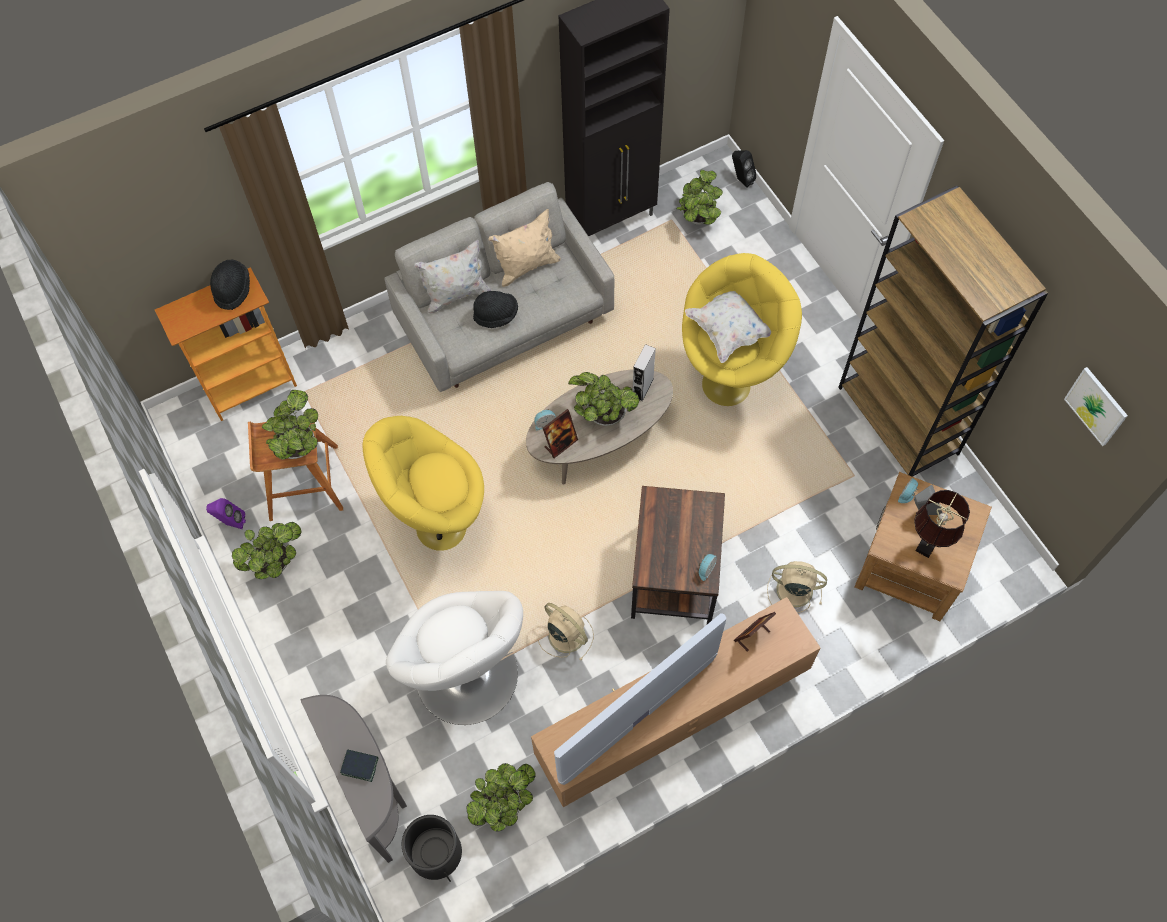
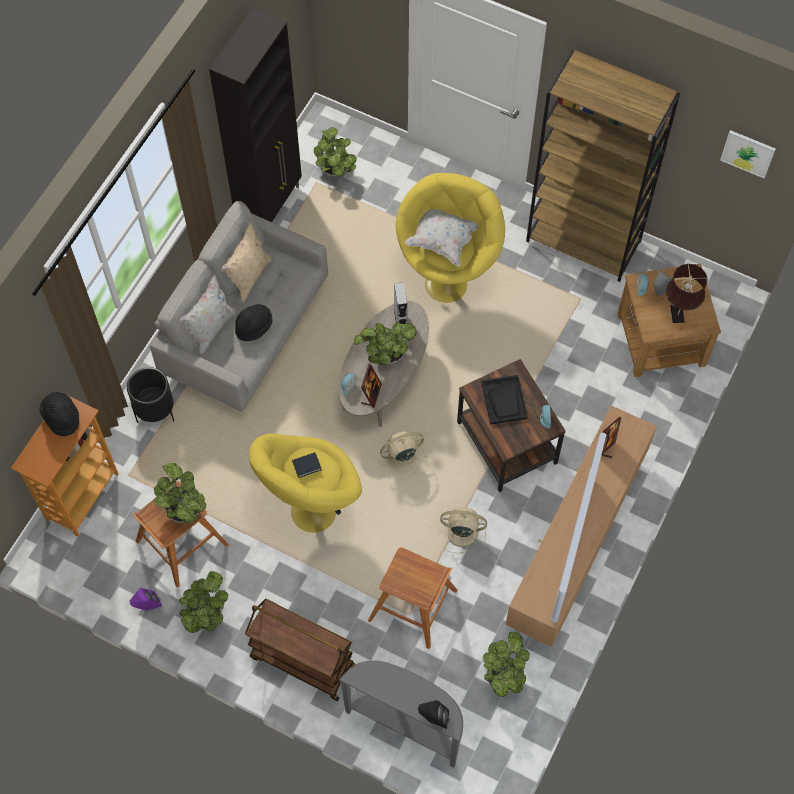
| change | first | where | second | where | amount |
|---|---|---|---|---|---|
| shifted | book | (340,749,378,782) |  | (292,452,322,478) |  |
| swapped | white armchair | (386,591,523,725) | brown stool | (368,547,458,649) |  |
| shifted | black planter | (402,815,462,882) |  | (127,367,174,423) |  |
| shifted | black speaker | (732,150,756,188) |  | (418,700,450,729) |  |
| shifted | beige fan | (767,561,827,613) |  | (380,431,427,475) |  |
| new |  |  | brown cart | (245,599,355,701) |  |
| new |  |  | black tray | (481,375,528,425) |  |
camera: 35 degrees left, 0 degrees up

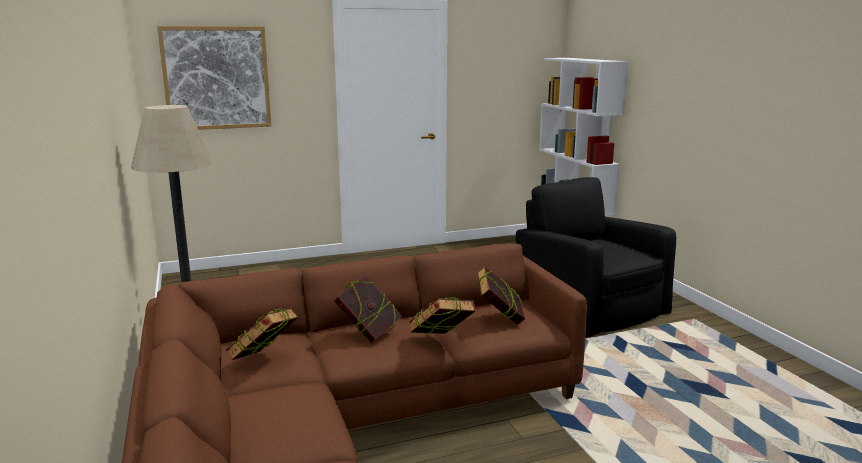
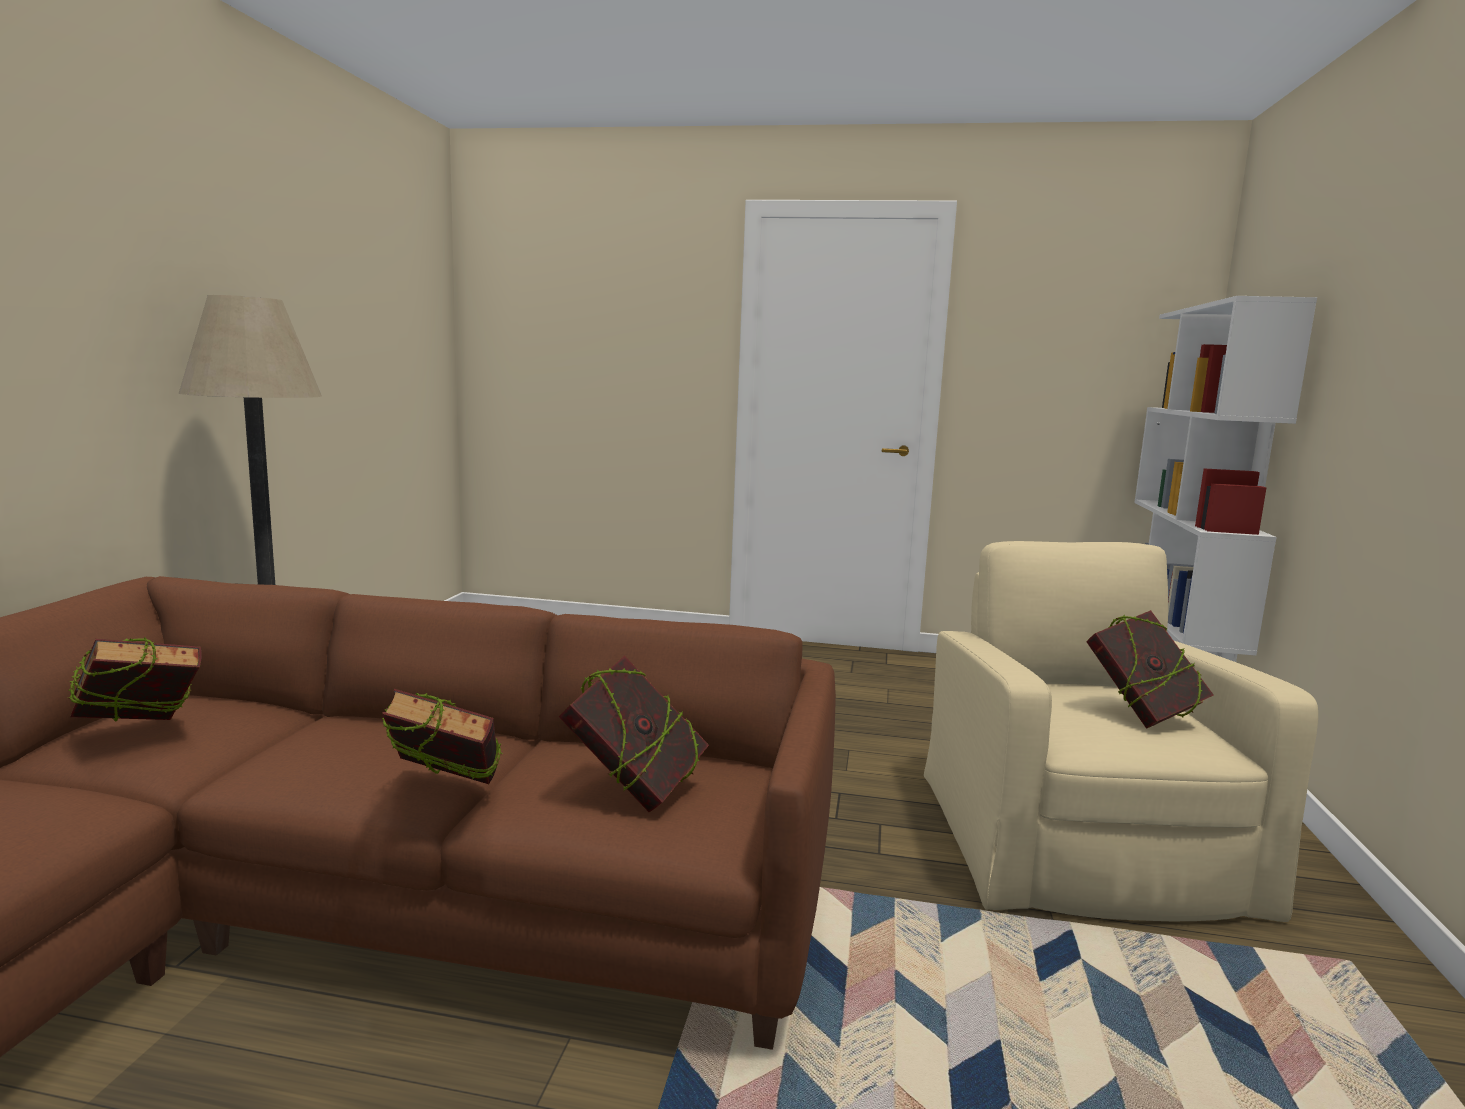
| change | first | where | second | where | amount |
|---|---|---|---|---|---|
| gone | picture | (157,26,271,130) |  |  |  |
| shifted | book | (334,275,402,344) |  | (1086,610,1214,729) |  |
| repainted | black armchair | (516,177,676,338) | beige armchair | (924,541,1318,922) |  |
camera: 30 degrees right, 5 degrees down

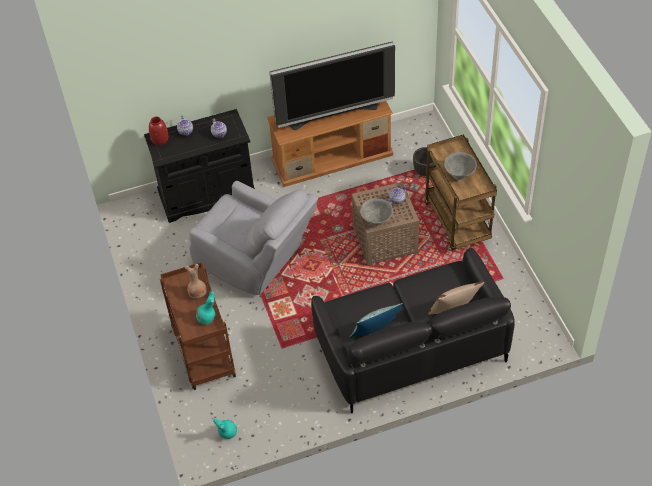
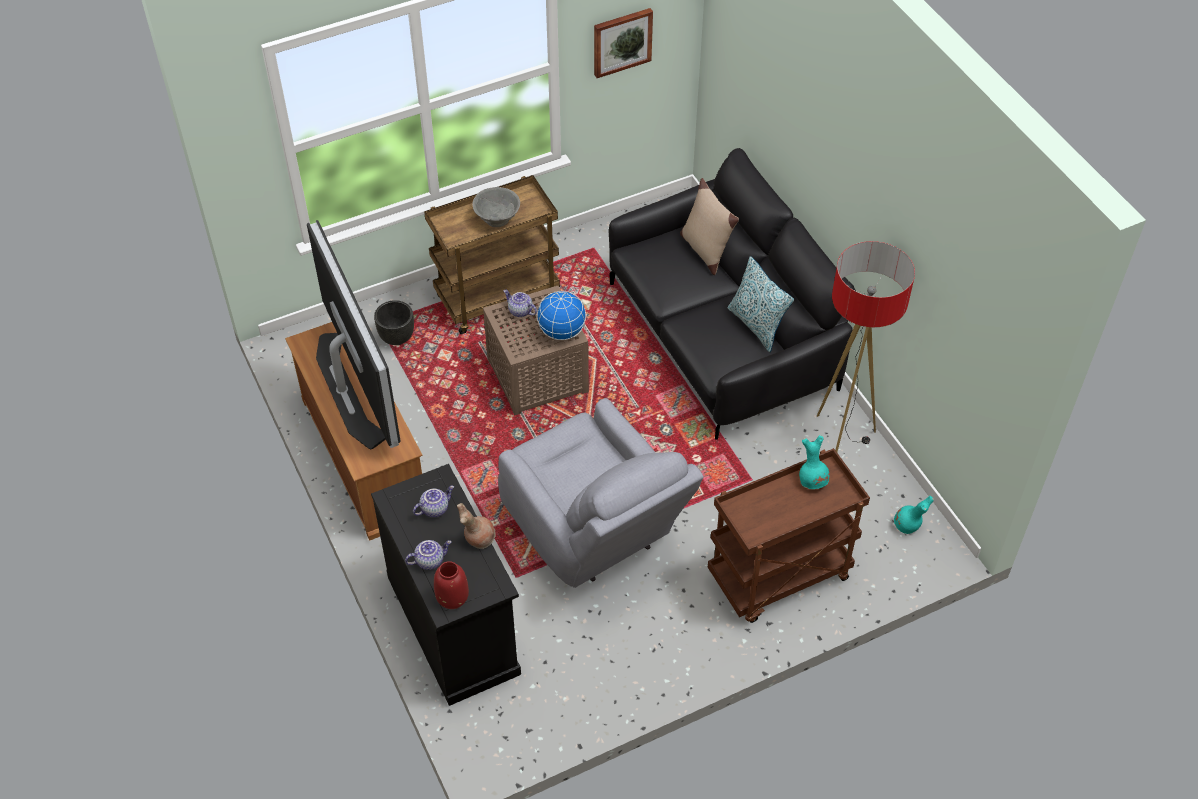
| change | first | where | second | where | amount |
|---|---|---|---|---|---|
| shifted | brown vase | (185,264,207,298) |  | (457,503,496,549) |  |
| rotated | grey armchair | (190,181,318,295) |  | (498,398,704,588) | 120 degrees clockwise |
| swapped | grey bowl | (360,198,393,225) | globe | (537,291,586,340) |  |
| new |  |  | picture | (594,8,653,78) |  |
| new |  |  | floor lamp | (817,241,915,452) |  |
camera: 100 degrees left, 0 degrees up

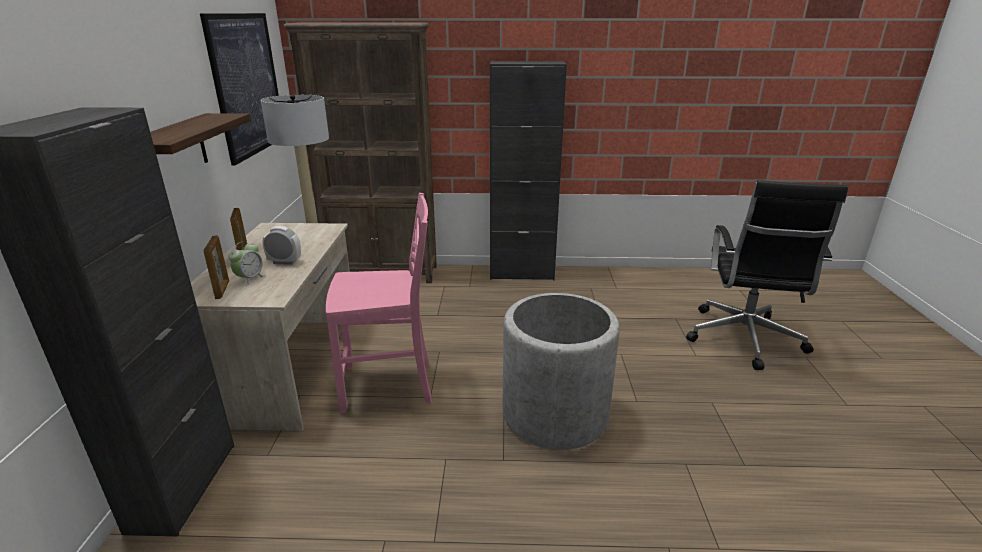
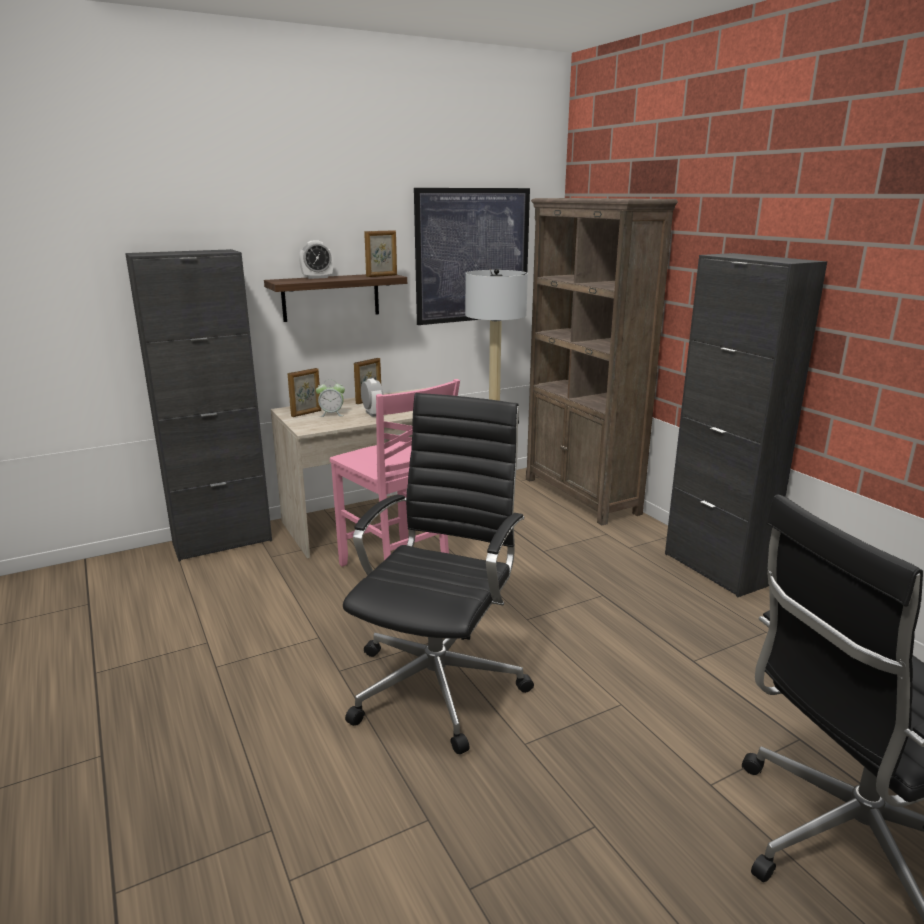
| change | first | where | second | where | amount |
|---|---|---|---|---|---|
| swapped | grey planter | (502,293,620,450) | black office chair | (343,393,534,754) |  |
| new |  |  | alarm clock | (299,240,333,279) |  |
| new |  |  | picture frame | (364,230,397,277) |  |
camera: 60 degrees right, 5 degrees down

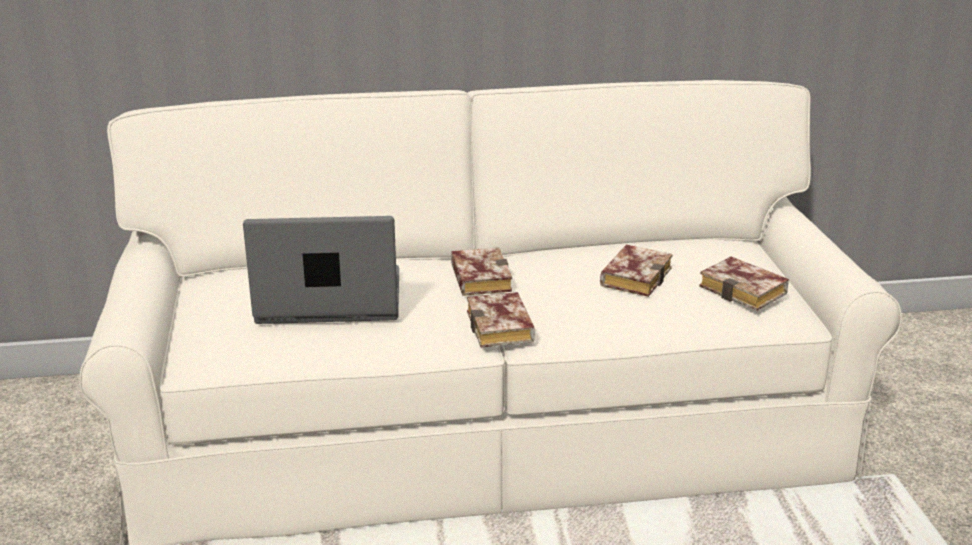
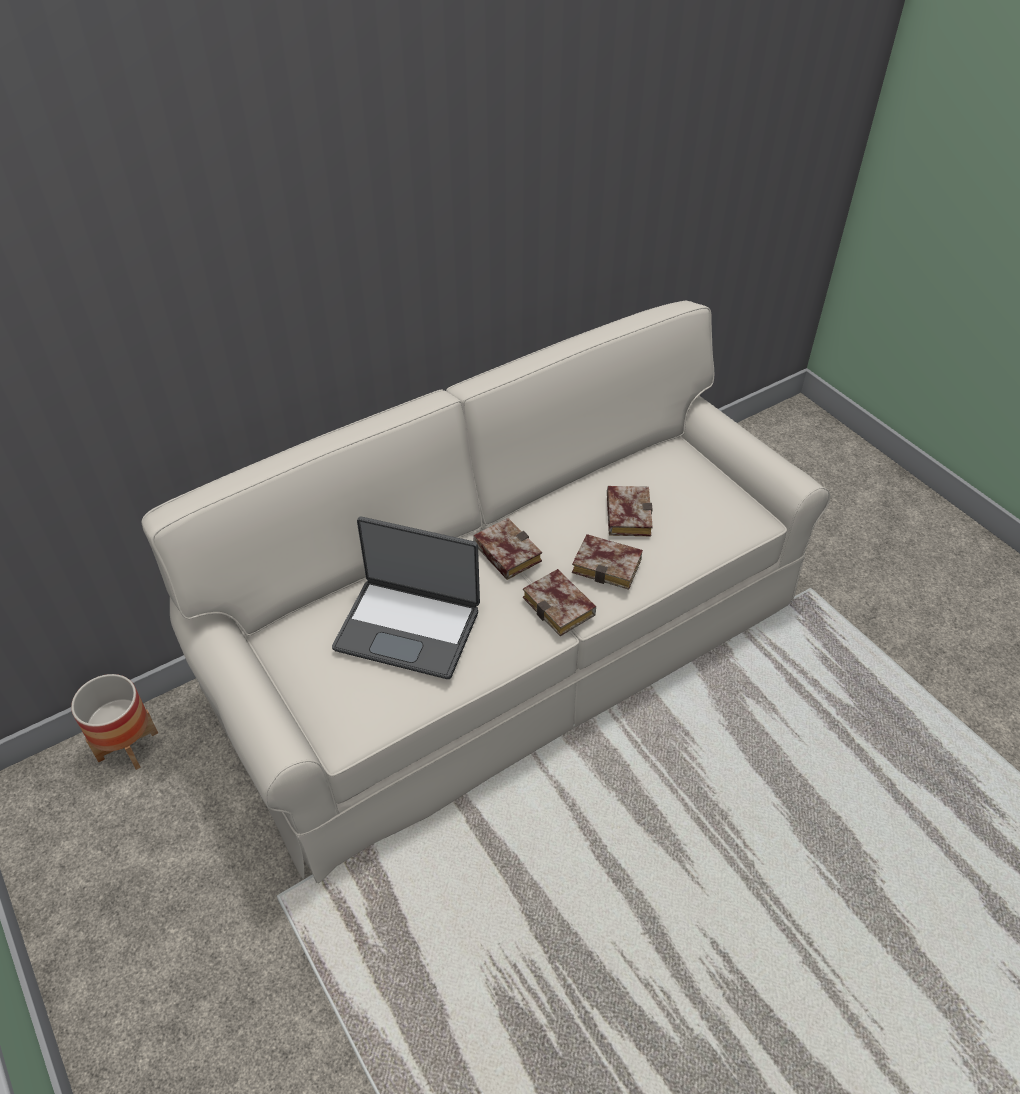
| change | first | where | second | where | amount |
|---|---|---|---|---|---|
| rotated | laptop | (243,216,399,324) |  | (332,516,480,679) | 135 degrees counterclockwise |
| shifted | book | (699,257,789,311) |  | (572,534,643,590) |  |
| new |  |  | planter | (71,674,158,770) |  |
camera: 25 degrees left, 20 degrees up

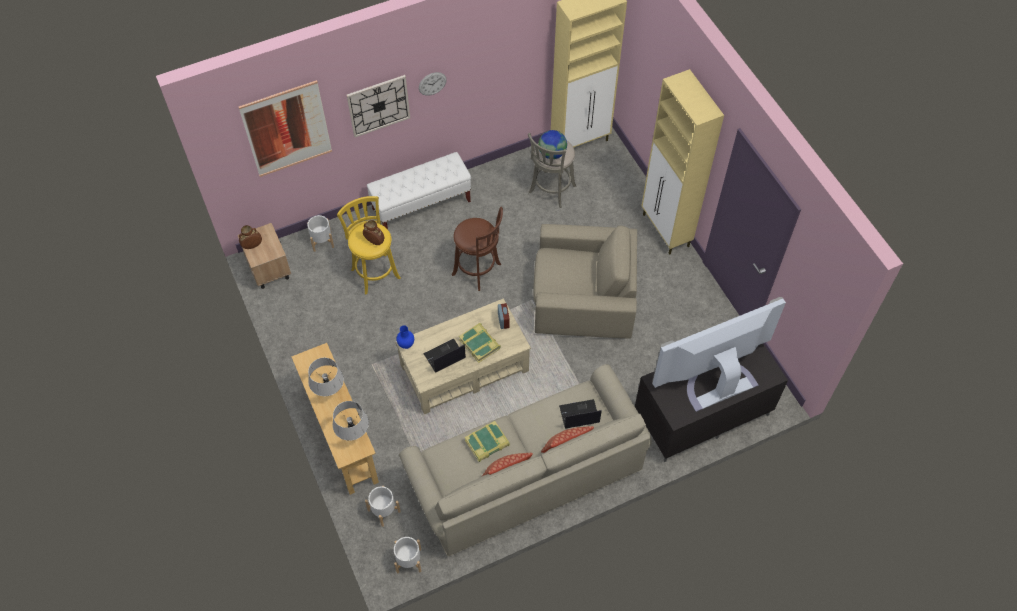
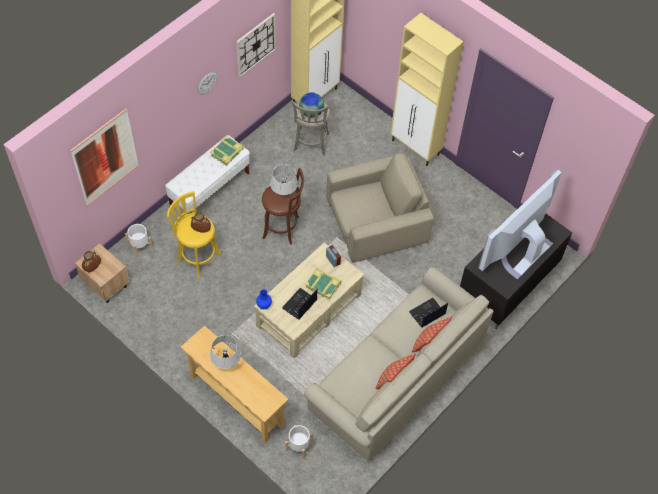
| change | first | where | second | where | amount |
|---|---|---|---|---|---|
| shifted | grey table lamp | (333,401,369,441) |  | (270,165,298,195) |  |
| shifted | wall clock | (347,75,410,137) |  | (236,13,276,77) |  |
| gone | white planter | (394,537,421,573) |  |  |  |
| shifted | book | (465,421,510,462) |  | (210,136,244,166) |  |
camera: 25 degrees left, 0 degrees up

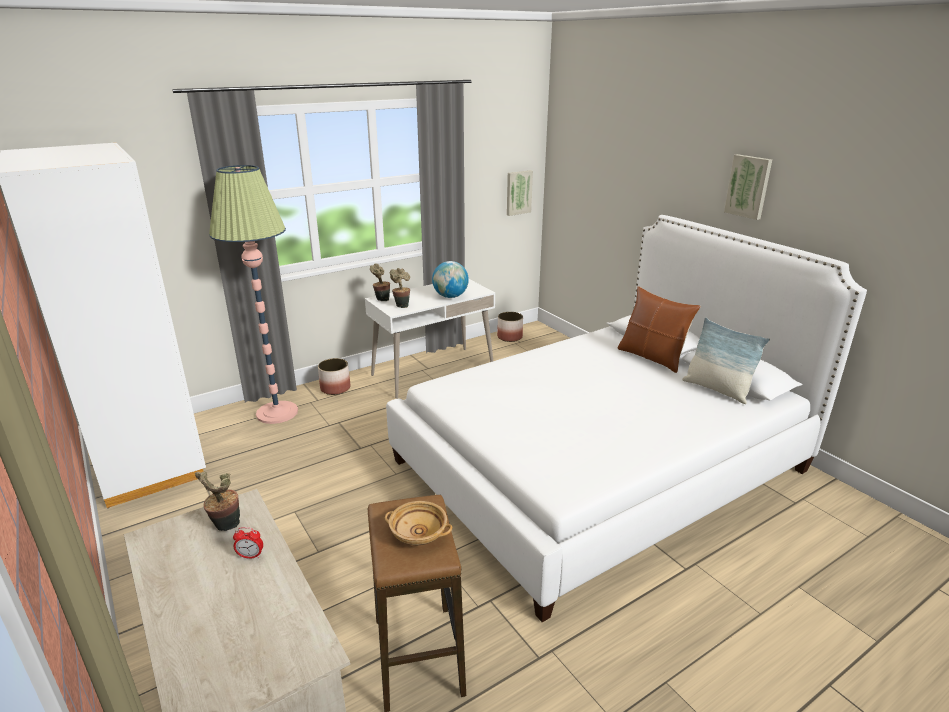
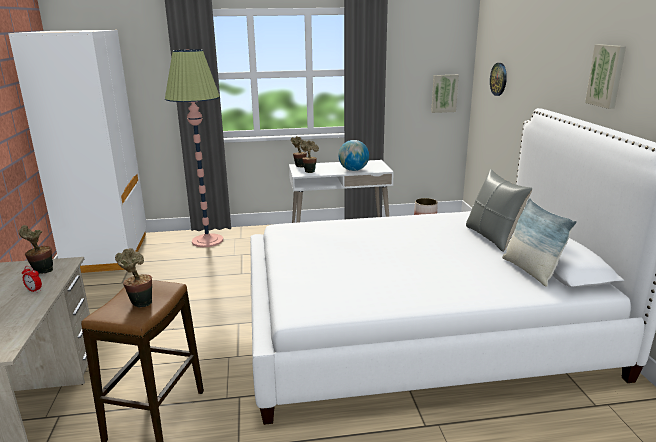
| change | first | where | second | where | amount |
|---|---|---|---|---|---|
| gone | planter | (318,358,350,395) |  |  |  |
| swapped | beige bowl | (385,501,452,545) | potted plant | (115,248,152,308) |  |
| repainted | brown pillow | (618,286,701,373) | grey pillow | (466,169,532,252) |  |
| new |  |  | wall clock | (490,63,507,96) |  |
camera: 25 degrees right, 5 degrees down

